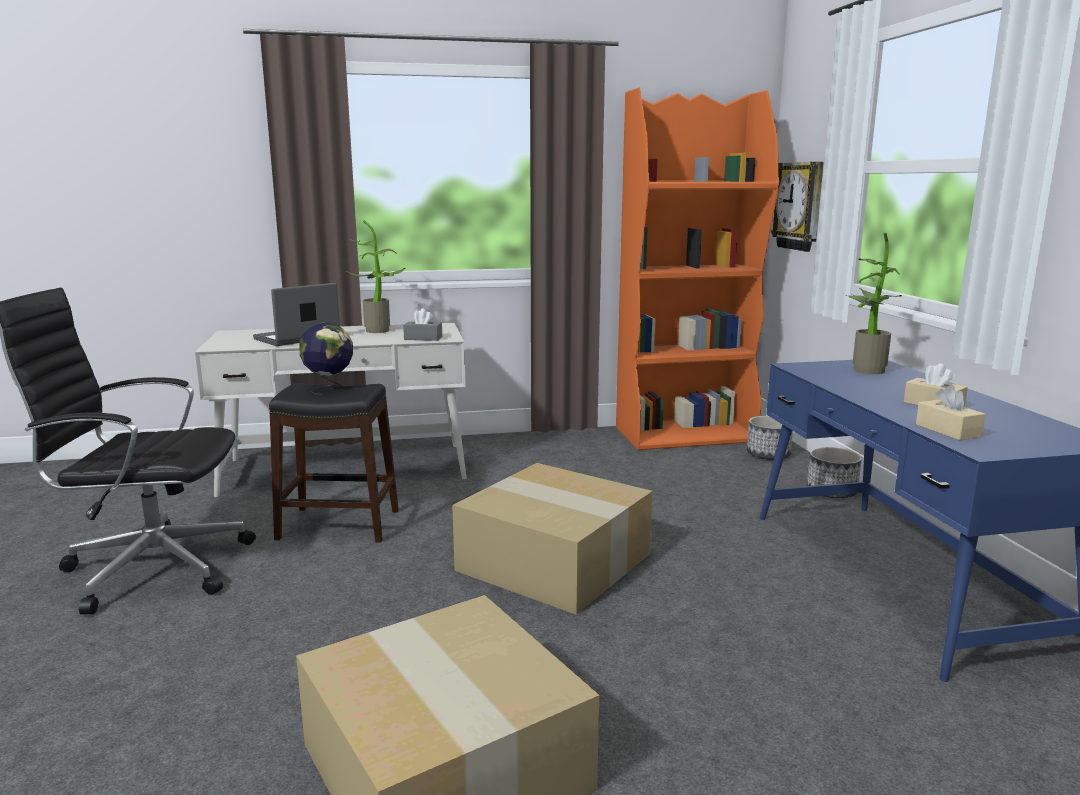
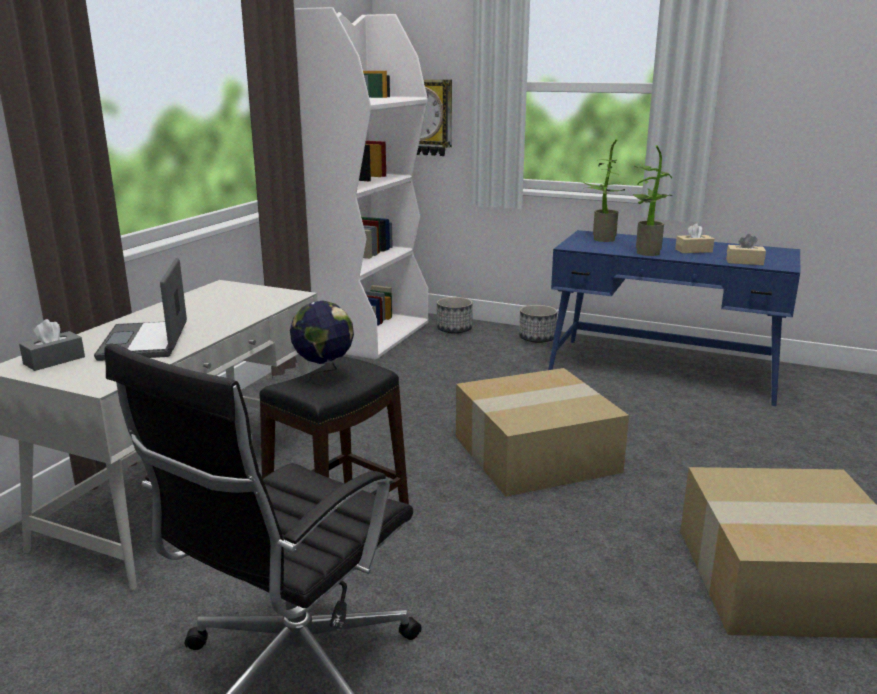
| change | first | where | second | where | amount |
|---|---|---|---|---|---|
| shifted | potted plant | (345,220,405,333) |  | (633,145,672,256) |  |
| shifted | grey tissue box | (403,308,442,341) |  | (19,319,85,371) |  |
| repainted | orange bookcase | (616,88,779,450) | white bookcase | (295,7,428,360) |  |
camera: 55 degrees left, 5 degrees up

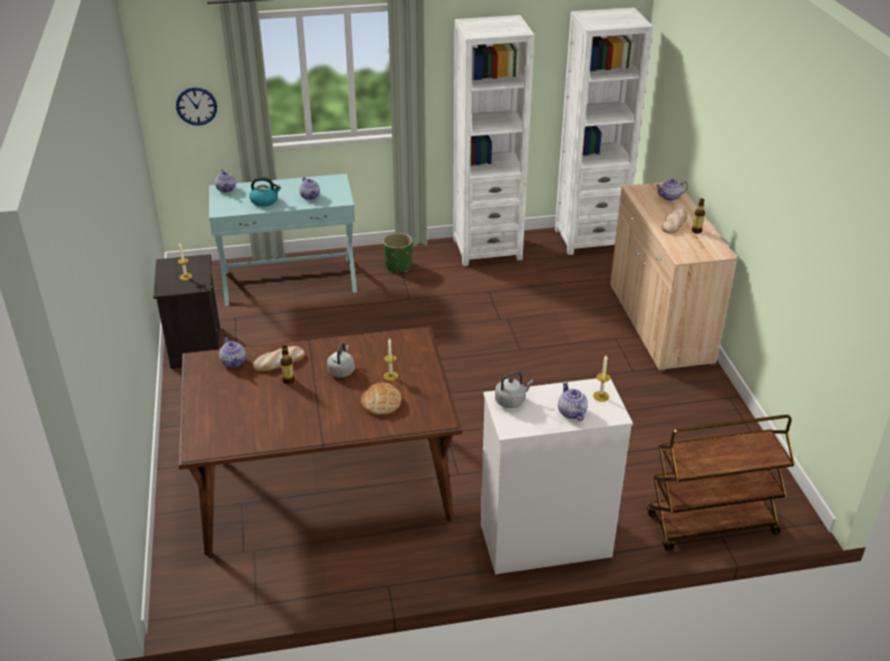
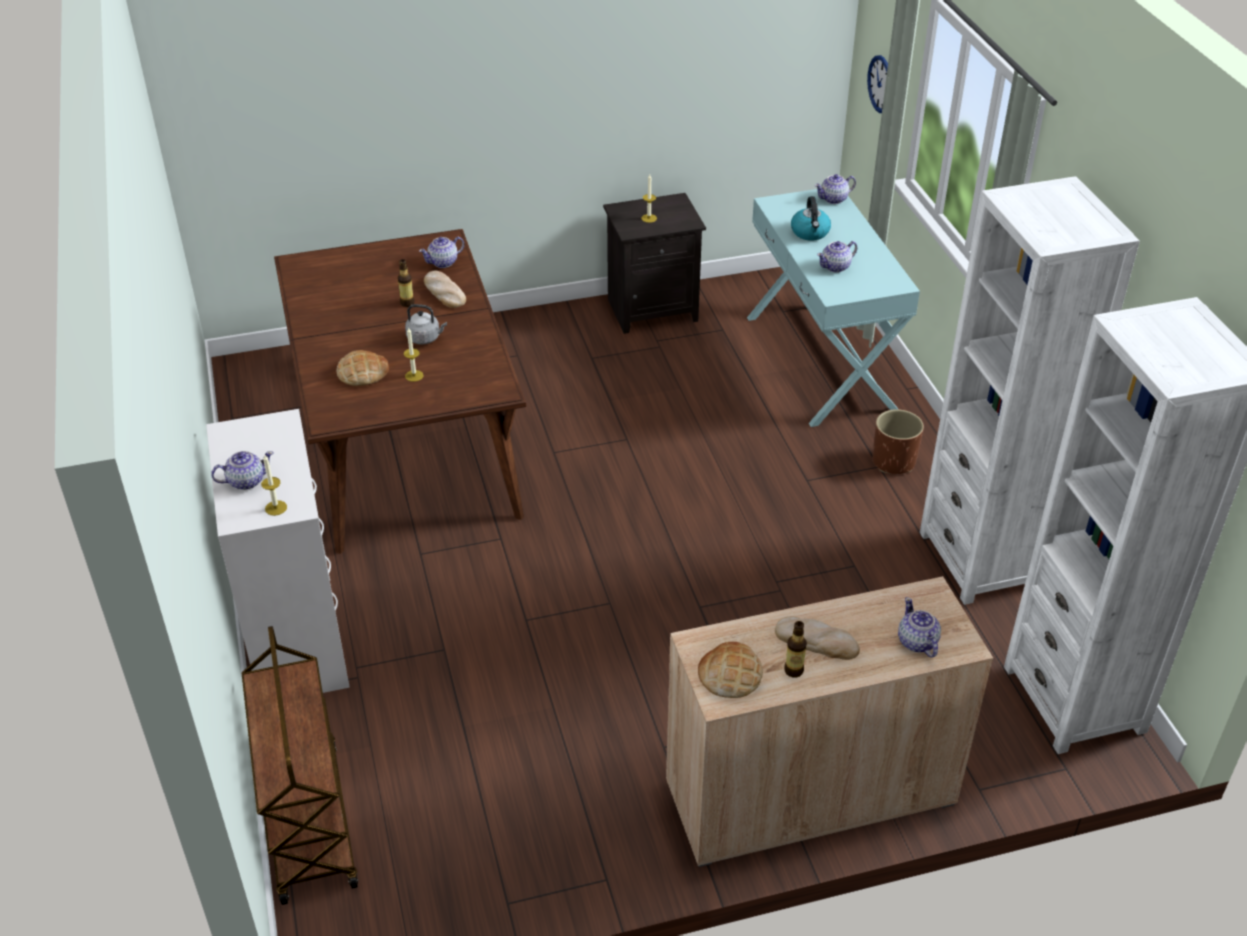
| change | first | where | second | where | amount |
|---|---|---|---|---|---|
| repainted | green planter | (383,233,413,272) | brown planter | (872,409,924,474) |  |
| gone | grey kettle | (495,371,533,408) |  |  |  |
| new |  |  | bread | (698,642,763,698) |  |
camera: 85 degrees right, 5 degrees up

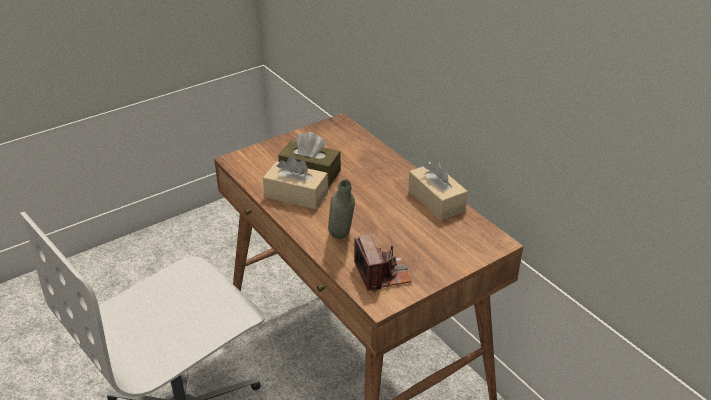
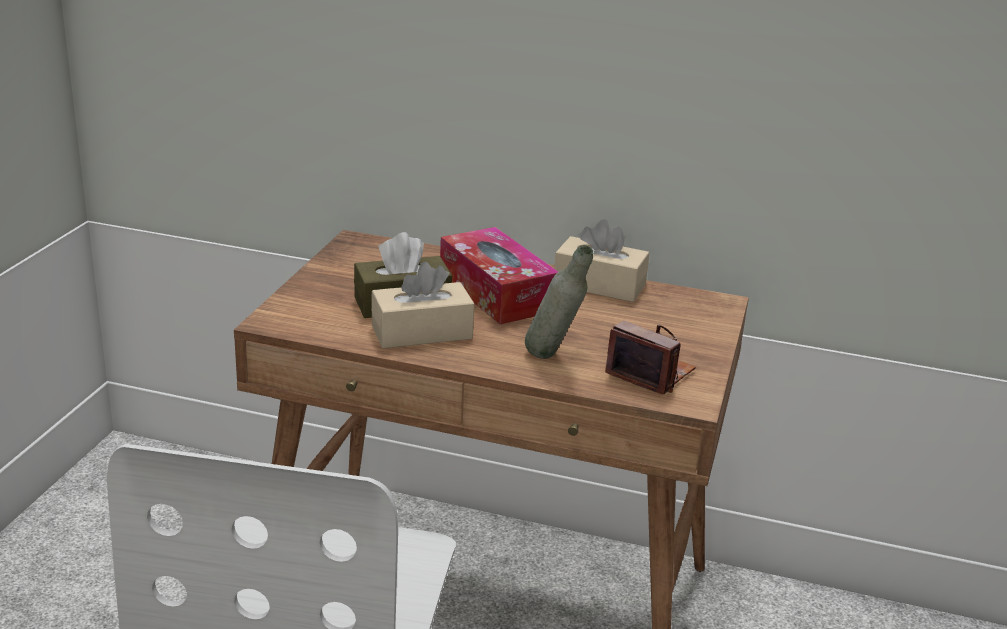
| change | first | where | second | where | amount |
|---|---|---|---|---|---|
| new |  |  | tissue box | (440,227,558,324) |  |
camera: 40 degrees left, 10 degrees down

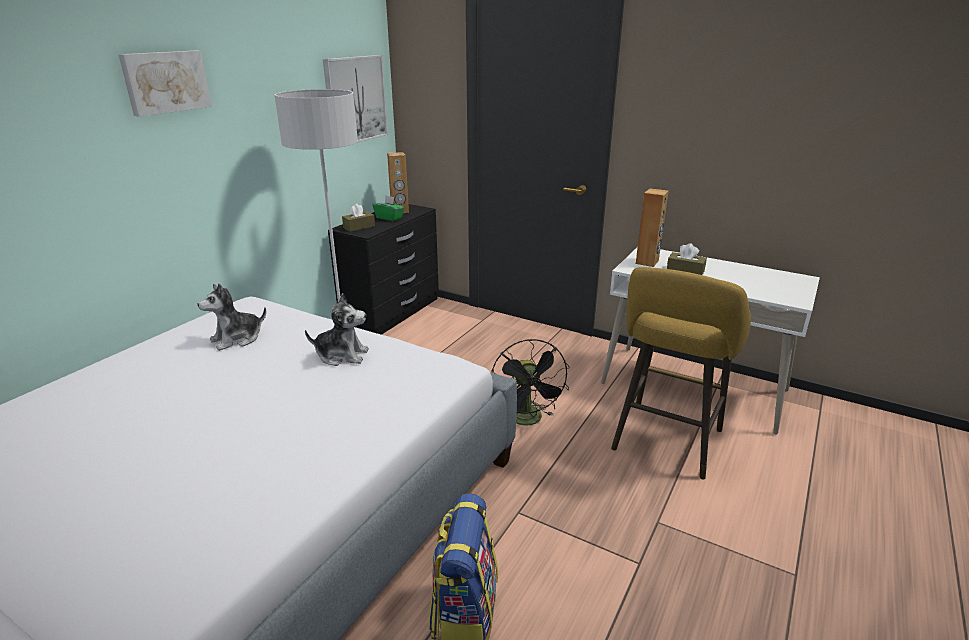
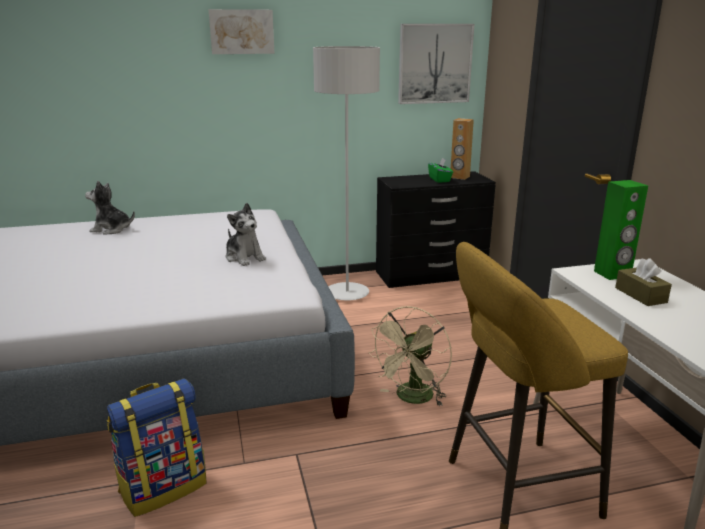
| change | first | where | second | where | amount |
|---|---|---|---|---|---|
| shifted | plush toy | (197,283,266,351) |  | (85,181,135,235) |  |
| gone | brown tissue box | (342,203,375,232) |  |  |  |
| repainted | black fan | (491,339,570,426) | beige fan | (368,306,452,406) |  |
| repainted | brown speaker | (636,188,668,267) | green speaker | (594,180,648,280) |  |
camera: 45 degrees right, 5 degrees down

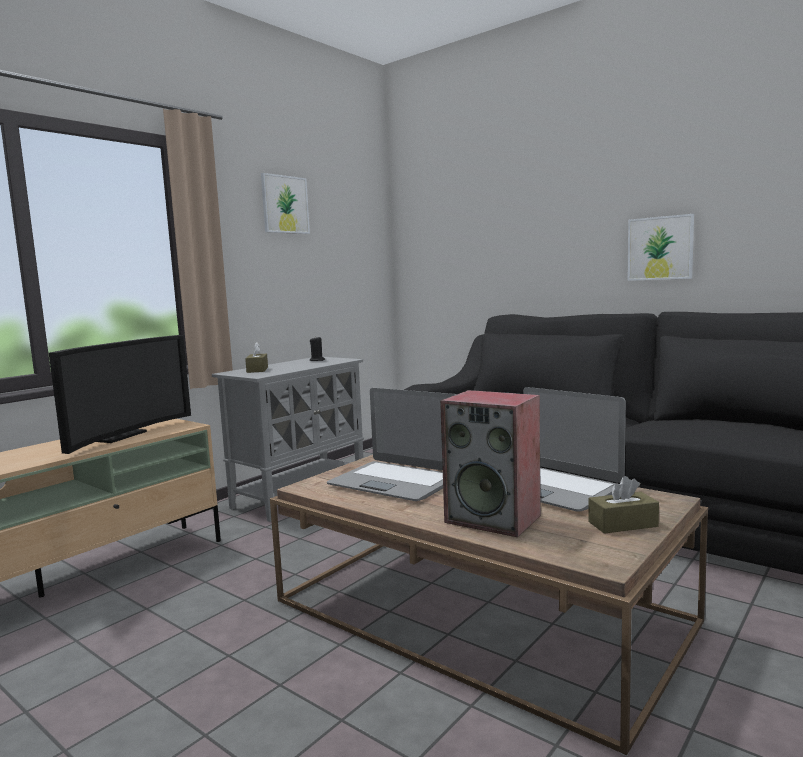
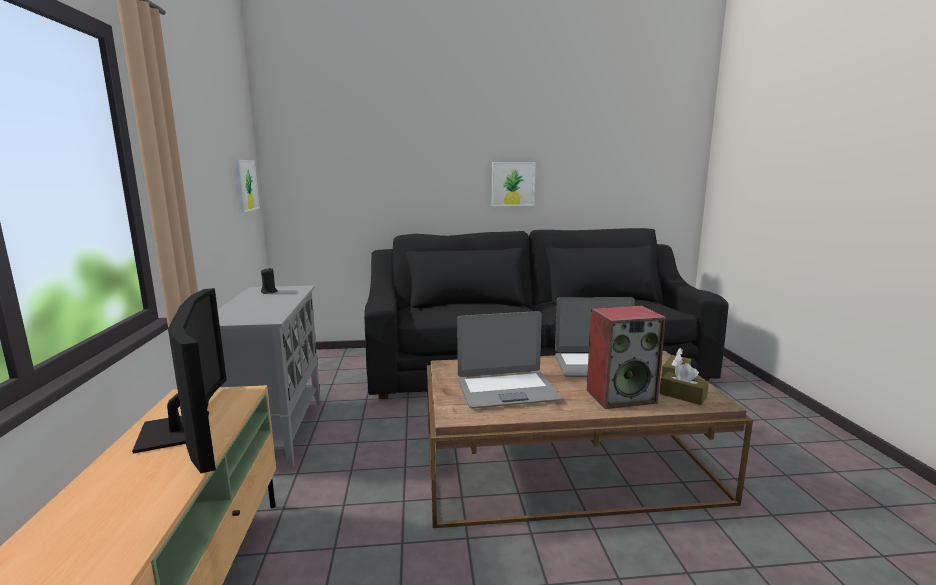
| change | first | where | second | where | amount |
|---|---|---|---|---|---|
| shifted | brown tissue box | (245,342,268,373) |  | (659,363,709,405) |  |
| shifted | picture | (261,173,310,234) |  | (235,160,260,212) |  |
camera: 45 degrees left, 5 degrees up

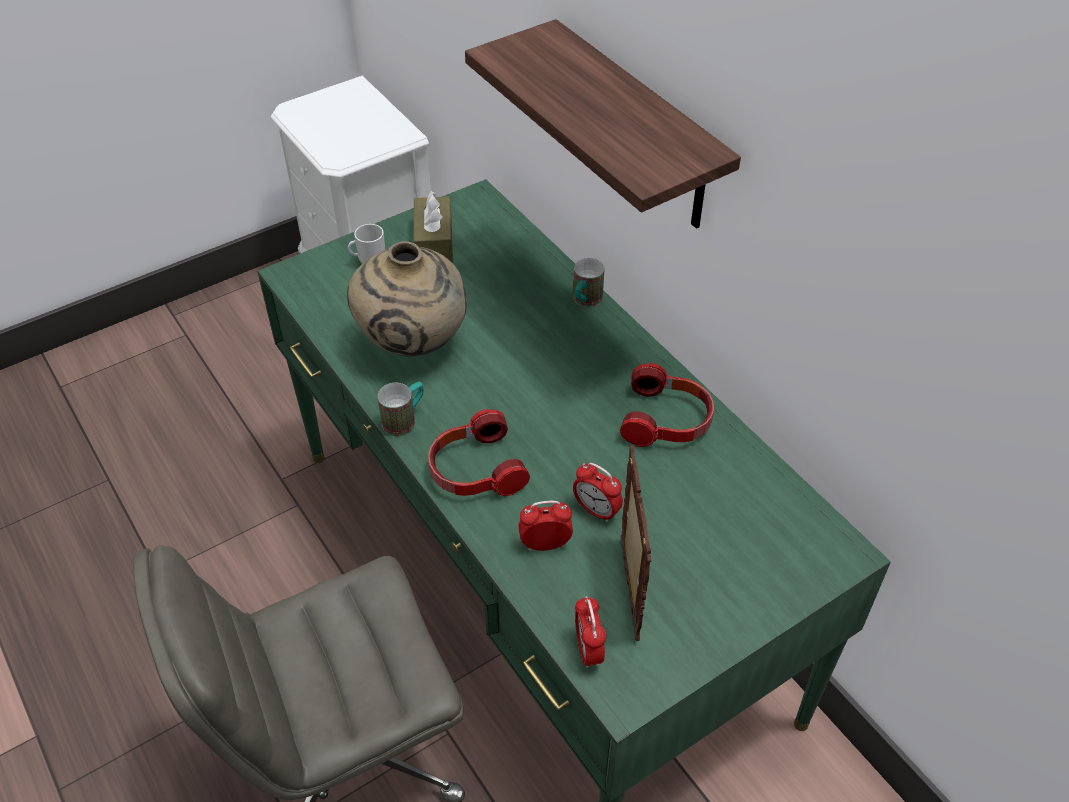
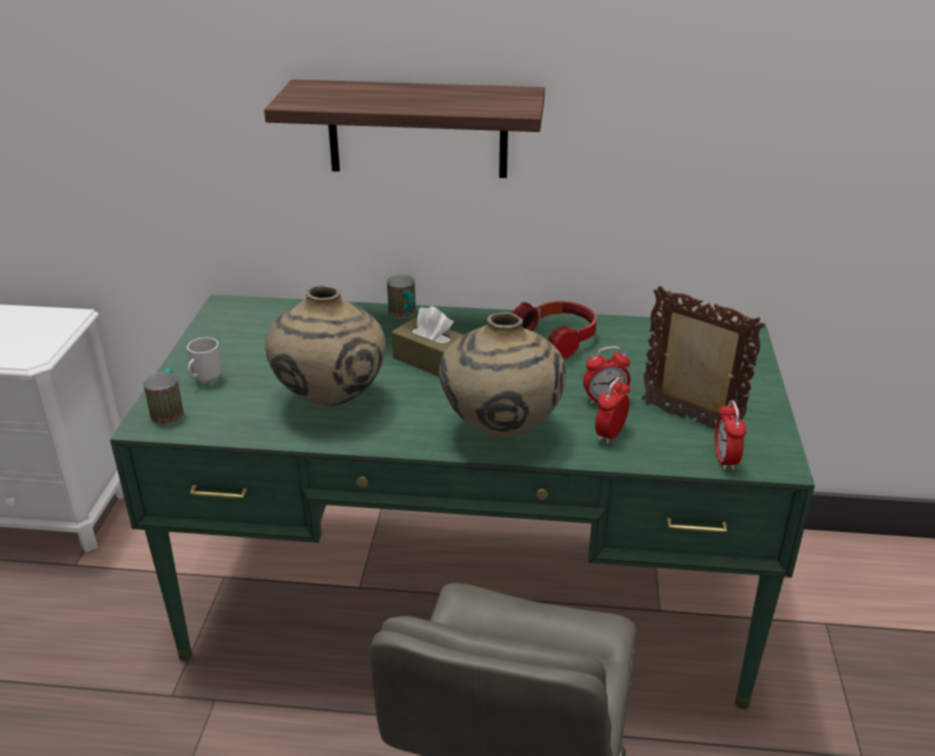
| change | first | where | second | where | amount |
|---|---|---|---|---|---|
| shifted | mug | (377,382,424,436) |  | (143,368,184,425) |  |
| shifted | brown tissue box | (413,190,453,262) |  | (392,306,463,376) |  |
| swapped | headphones | (428,408,530,496) | beige vase | (439,313,566,437) |  |
| rotated | alarm clock | (575,596,606,668) |  | (715,400,747,470) | 60 degrees clockwise |
camera: 50 degrees left, 15 degrees down

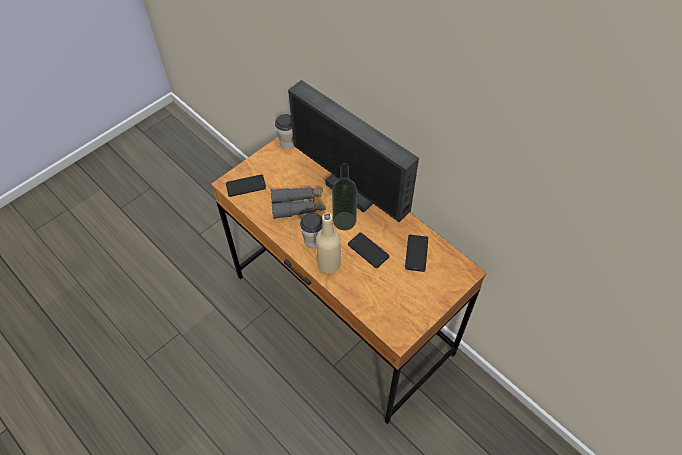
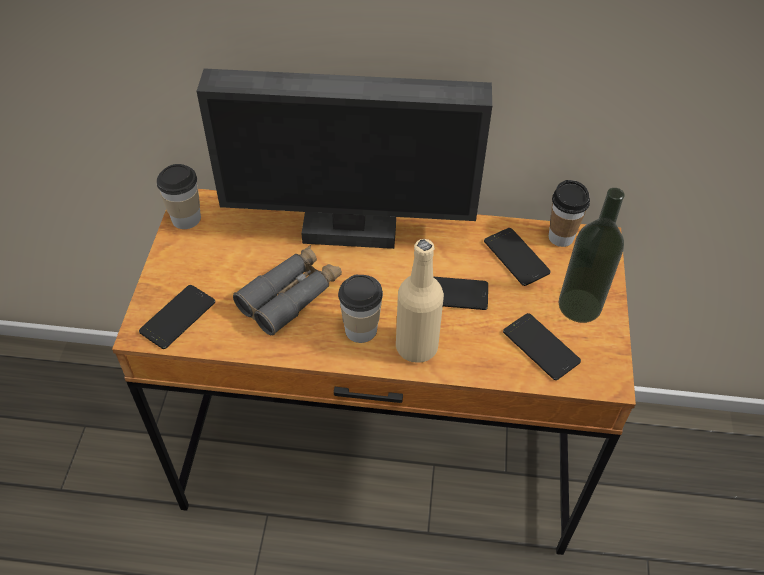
| change | first | where | second | where | amount |
|---|---|---|---|---|---|
| shifted | bottle | (332,163,357,231) |  | (558,188,624,323) |  |
| new |  |  | phone | (503,313,581,380) |  |
| new |  |  | cup | (549,180,590,247) |  |
camera: 40 degrees left, 5 degrees down

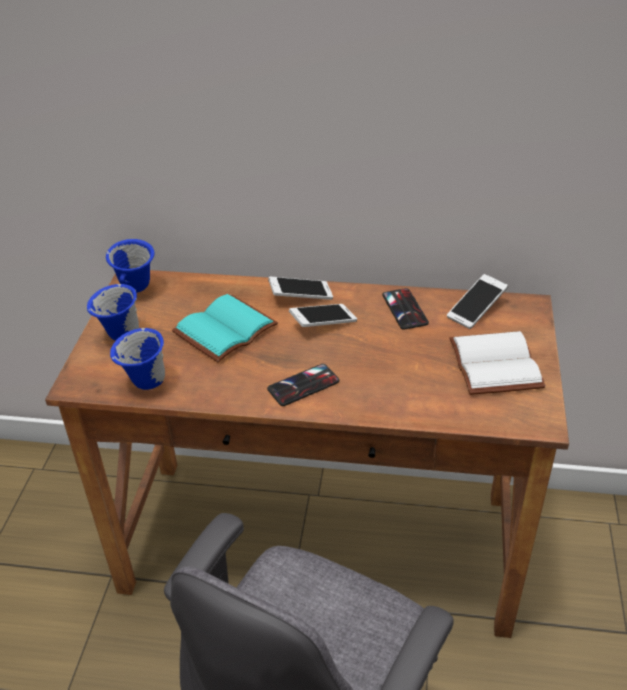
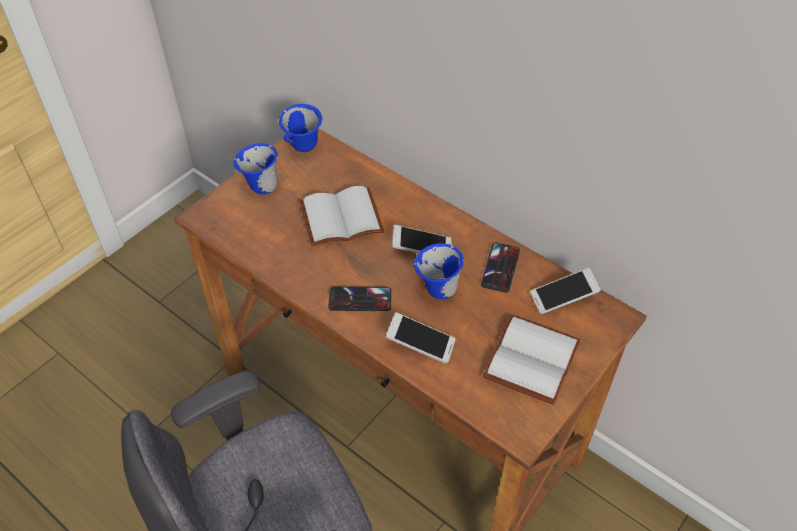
| change | first | where | second | where | amount |
|---|---|---|---|---|---|
| shifted | blue mug | (110,328,165,390) |  | (414,243,464,299) |  |
| repainted | turquoise book | (172,294,278,362) | white book | (300,186,384,246) |  |
| shifted | phone | (268,277,333,300) |  | (385,312,456,364) |  |
camera: 30 degrees right, 10 degrees up

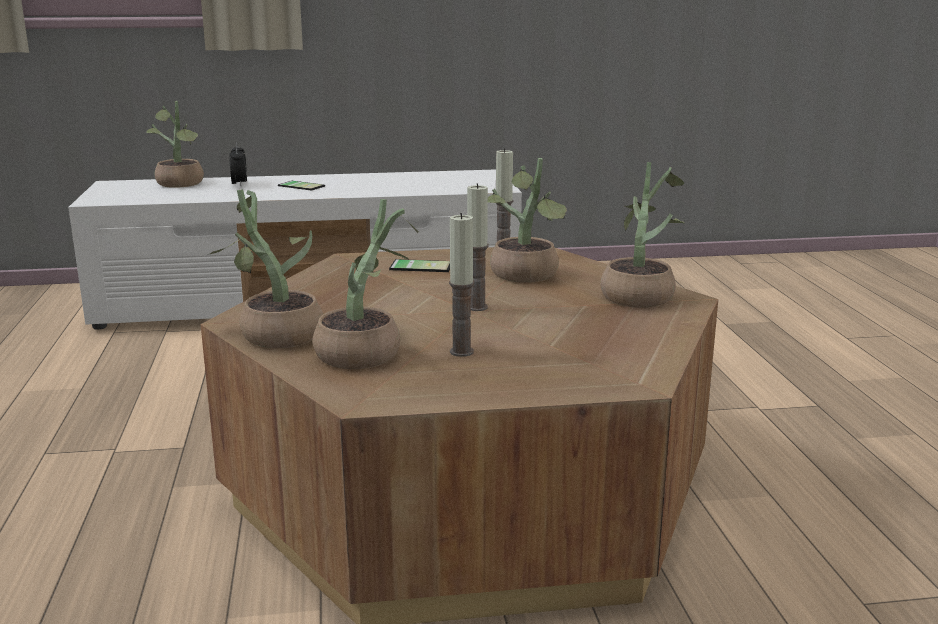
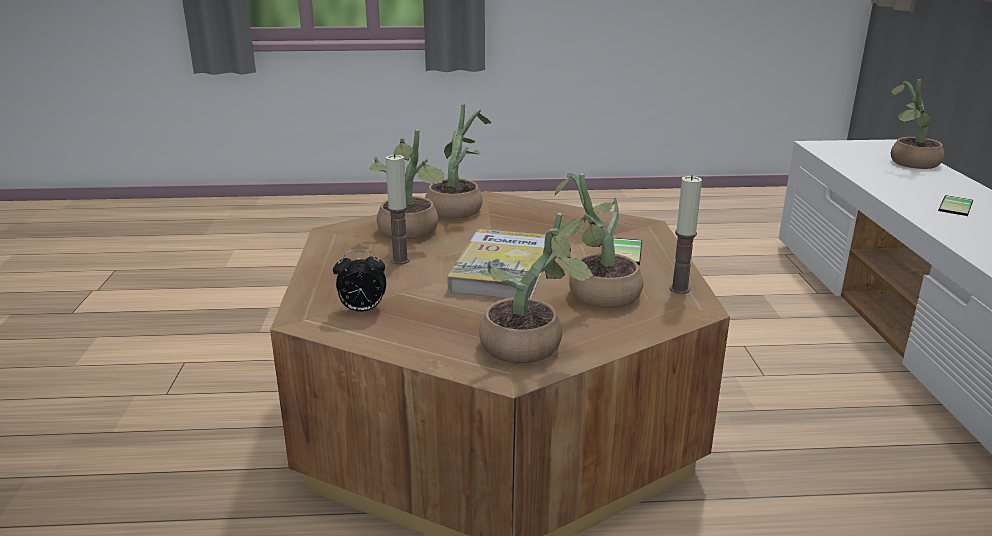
| change | first | where | second | where | amount |
|---|---|---|---|---|---|
| shifted | alarm clock | (229,143,247,186) |  | (333,249,386,313) |  |
| swapped | candle | (467,183,488,311) | book | (447,229,545,298) |  |
camera: 95 degrees right, 5 degrees up

